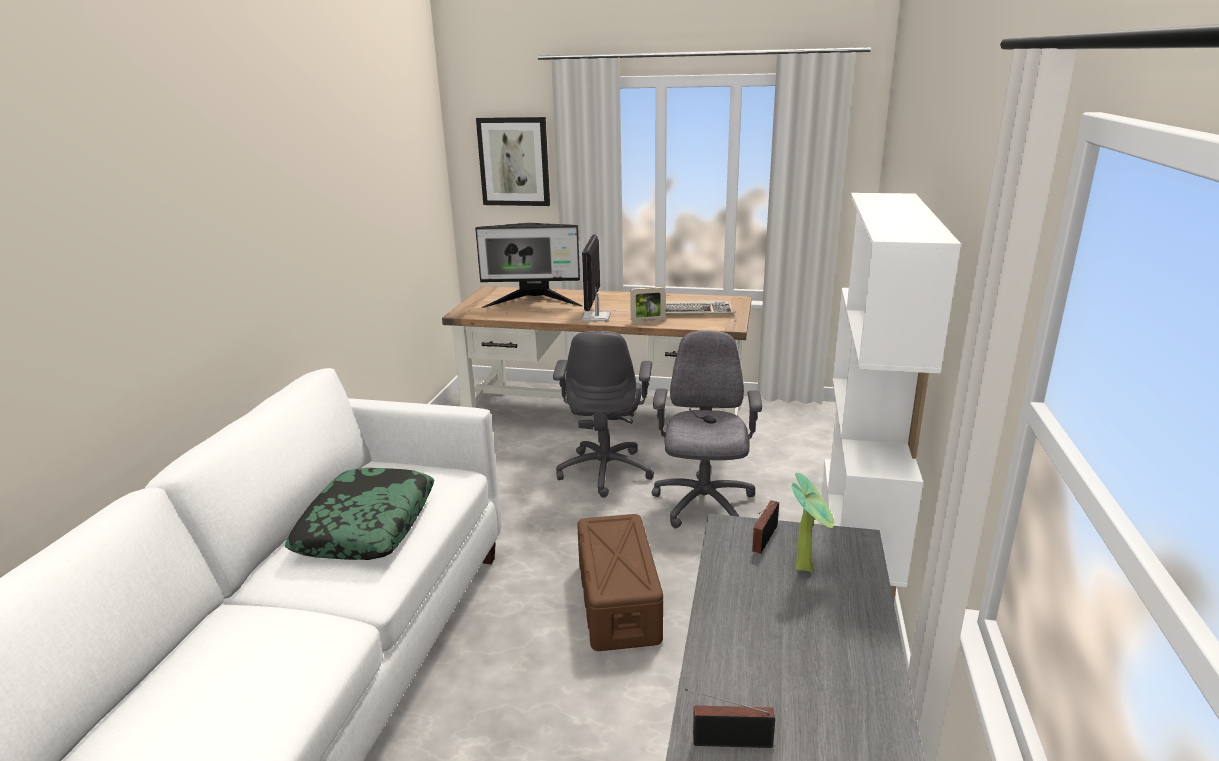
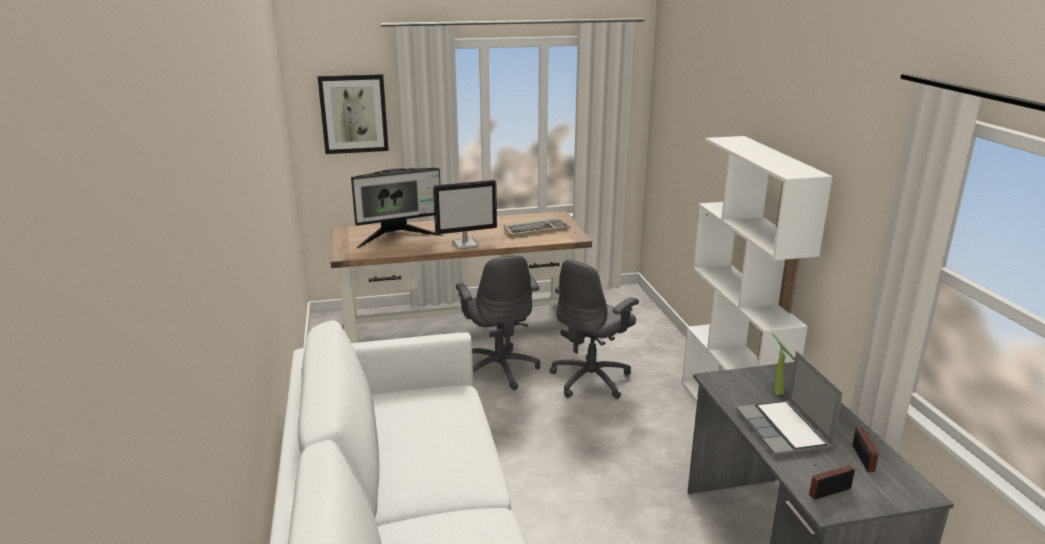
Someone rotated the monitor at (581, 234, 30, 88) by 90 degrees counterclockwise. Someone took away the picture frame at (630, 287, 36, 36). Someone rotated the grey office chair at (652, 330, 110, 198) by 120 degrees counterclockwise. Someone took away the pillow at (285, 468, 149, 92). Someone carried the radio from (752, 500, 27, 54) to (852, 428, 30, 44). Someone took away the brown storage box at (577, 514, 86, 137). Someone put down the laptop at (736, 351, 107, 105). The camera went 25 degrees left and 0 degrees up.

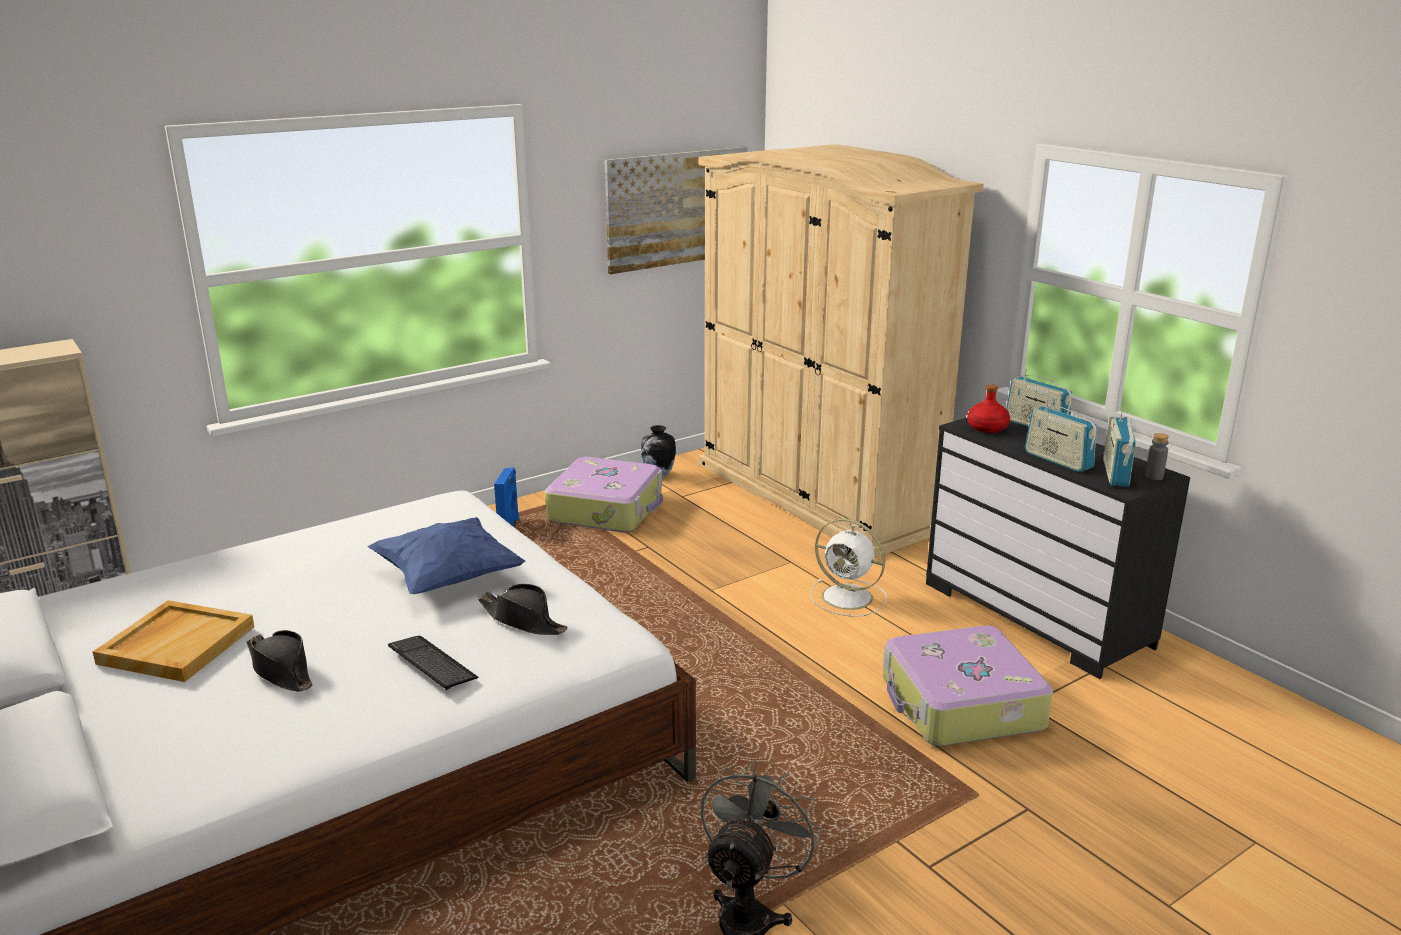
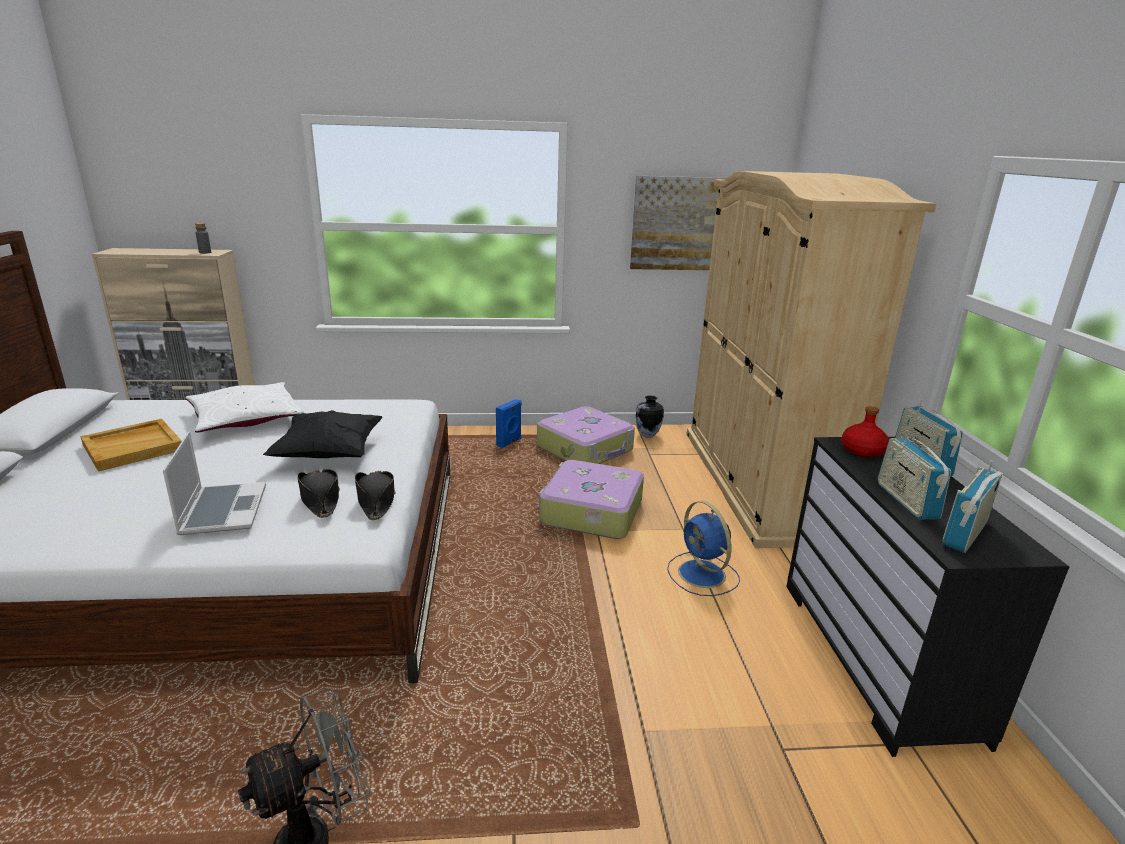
Someone carried the grey bottle from (1145, 433, 24, 47) to (195, 223, 16, 31). Someone repainted the blue pillow at (367, 517, 159, 77), which became the black pillow at (263, 410, 120, 48). Someone repainted the white fan at (810, 519, 77, 98), which became the blue fan at (667, 501, 73, 95). Someone carried the suitcase from (883, 625, 170, 121) to (538, 460, 106, 79). Someone carried the black hat from (246, 630, 67, 62) to (355, 471, 41, 49). Someone swapped the keyboard at (388, 636, 91, 54) for the laptop at (163, 432, 103, 103). Someone put down the white pillow at (186, 382, 118, 51). The camera went 30 degrees right and 0 degrees up.

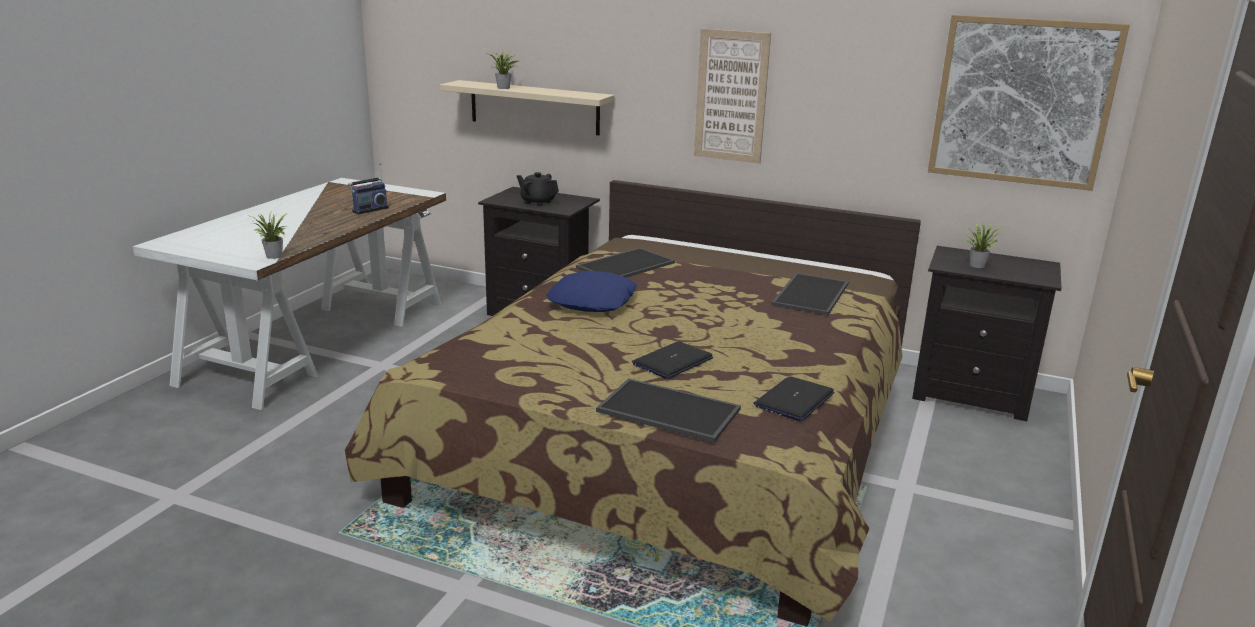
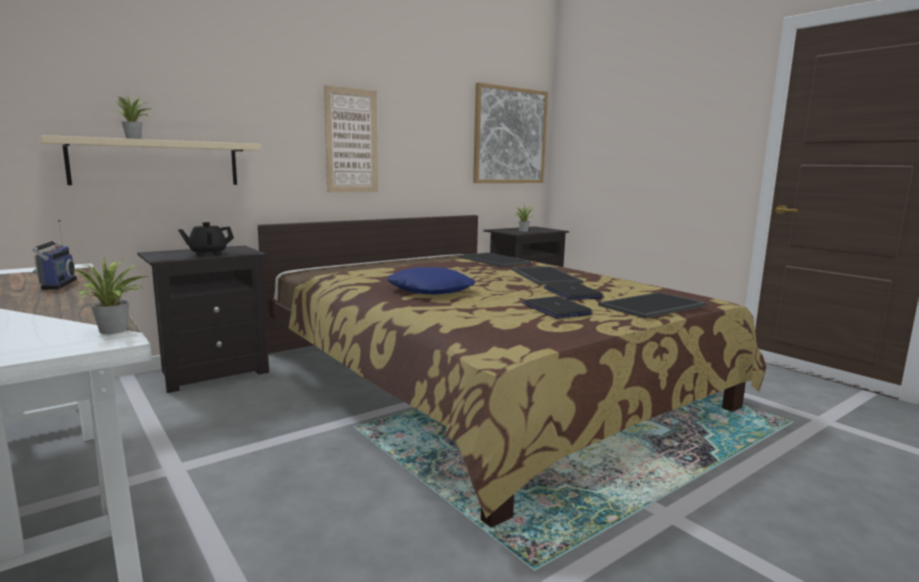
Someone carried the tray from (576, 248, 99, 30) to (511, 266, 72, 19). Someone carried the laptop from (753, 376, 81, 45) to (523, 296, 70, 23). The camera went 60 degrees left and 10 degrees down.

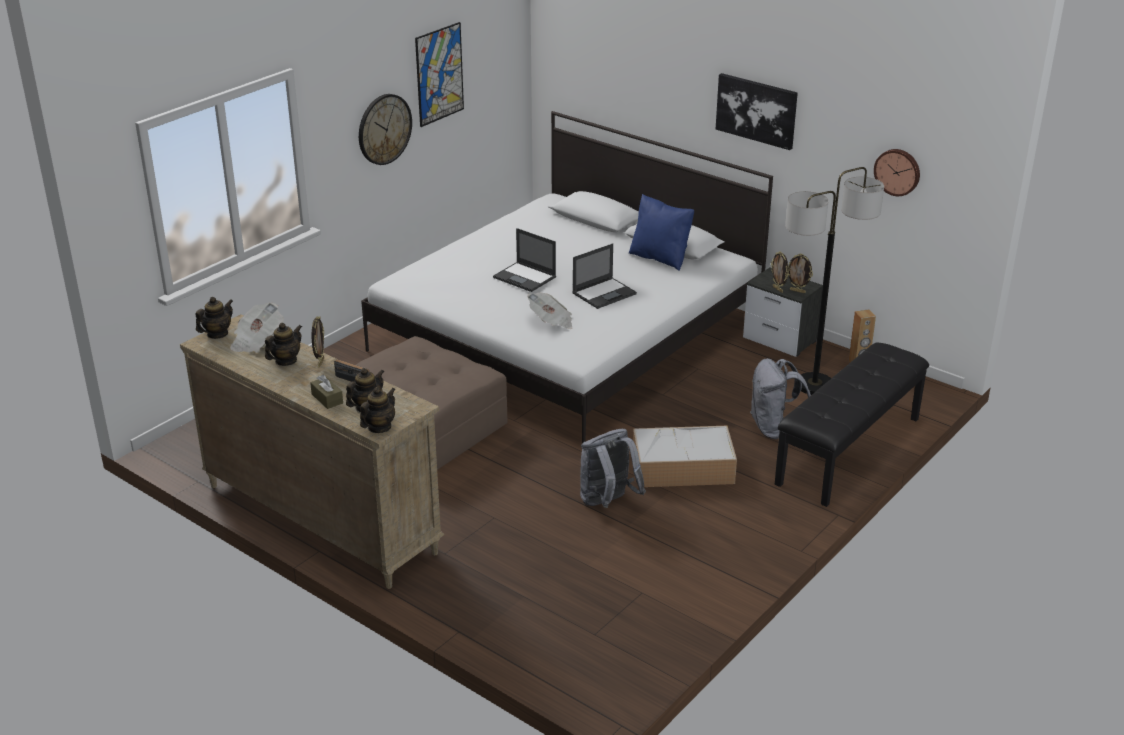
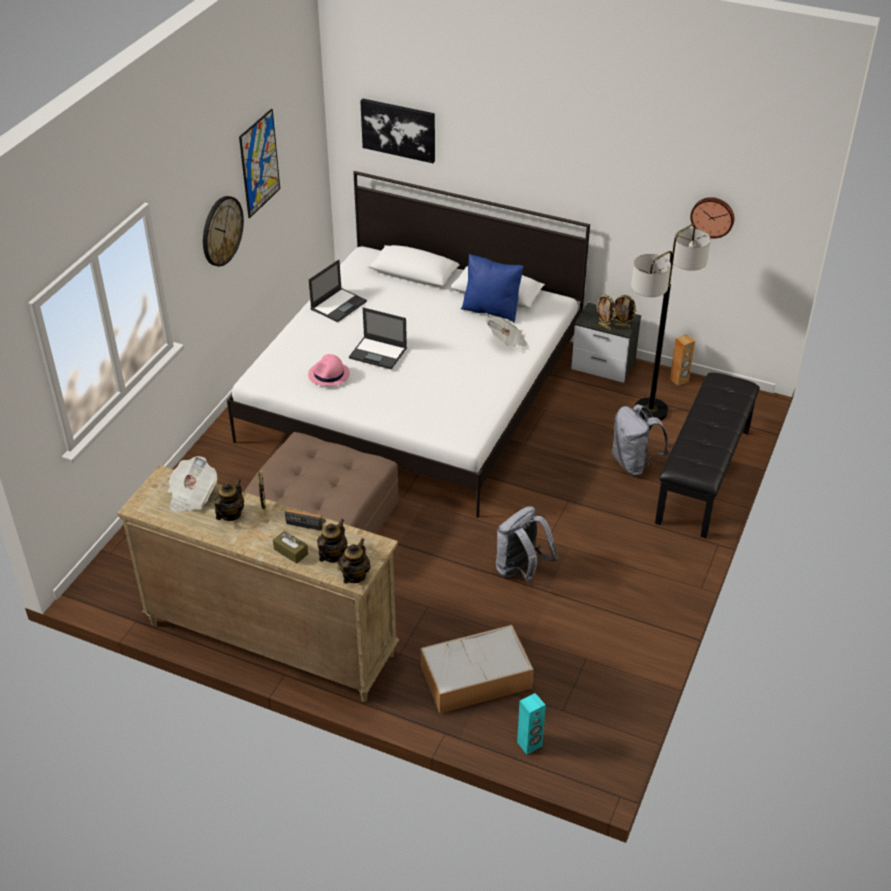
Someone carried the picture from (716, 73, 82, 77) to (360, 98, 75, 65). Someone carried the laptop from (572, 243, 65, 66) to (309, 260, 58, 62). Someone carried the newspaper from (527, 292, 45, 37) to (486, 317, 43, 30). Someone took away the teapot at (195, 297, 38, 42). Someone carried the storage box from (633, 426, 104, 61) to (421, 625, 113, 88). Someone put down the pink hat at (308, 354, 42, 32). Someone put down the turquoise speaker at (517, 693, 29, 62). The camera went 15 degrees left and 10 degrees up.

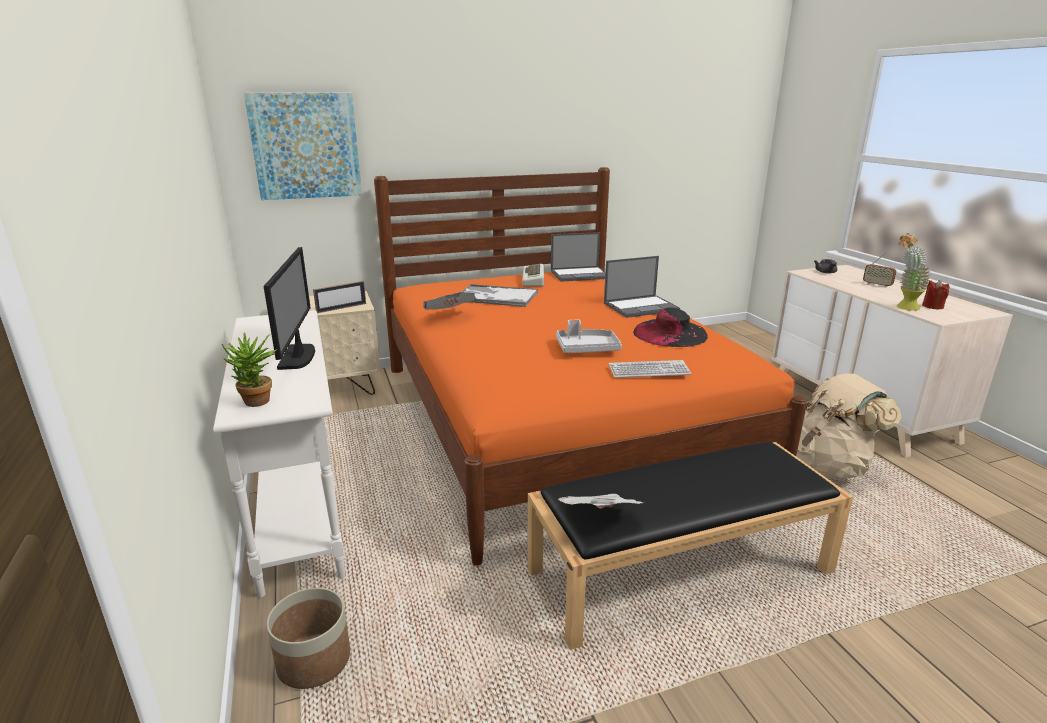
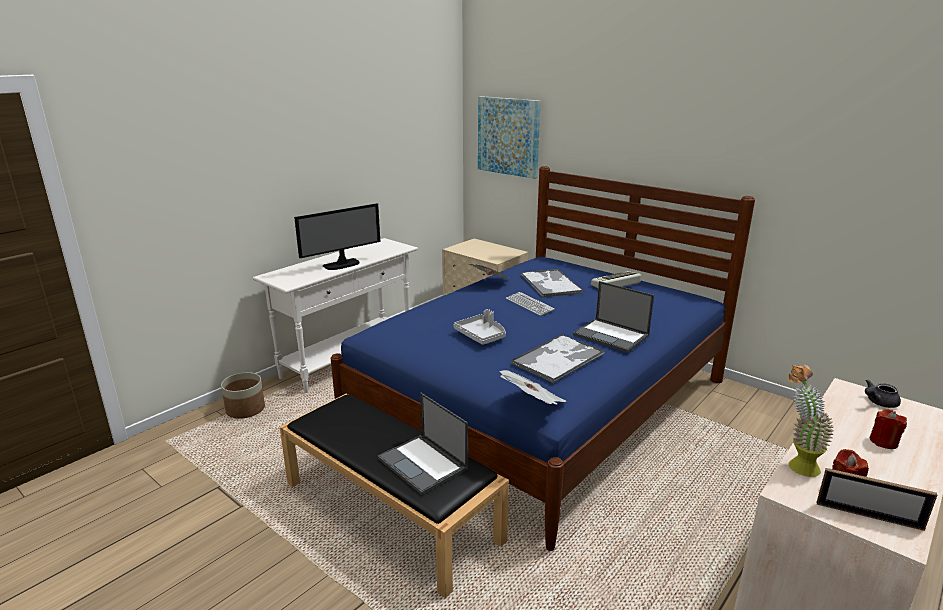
Someone repainted the orange bed at (374, 167, 433, 398), which became the blue bed at (331, 166, 424, 385). Someone carried the laptop from (551, 232, 54, 50) to (378, 393, 90, 102). Someone swapped the radio at (863, 252, 34, 36) for the red candle at (870, 409, 37, 40). Someone carried the picture frame from (313, 281, 53, 32) to (816, 468, 121, 63). Someone swapped the black hat at (633, 307, 75, 40) for the tray at (510, 334, 94, 49). Someone took away the potted plant at (222, 332, 54, 75). Someone carried the keyboard from (609, 360, 82, 18) to (506, 292, 49, 24). Someone took away the beige backpack at (796, 373, 105, 105). Someone carried the newspaper from (558, 494, 86, 15) to (500, 370, 66, 35). The camera went 60 degrees right and 0 degrees up.

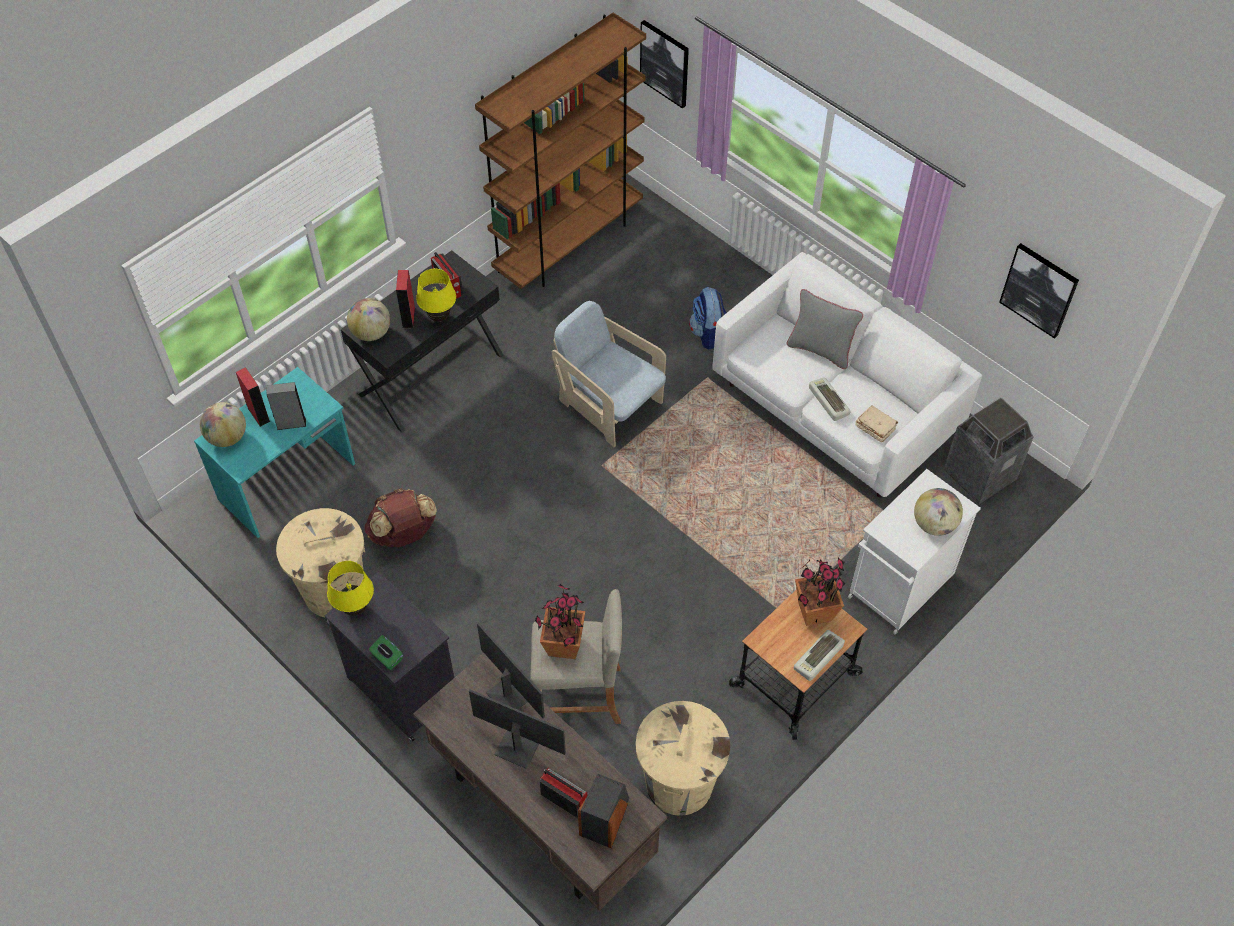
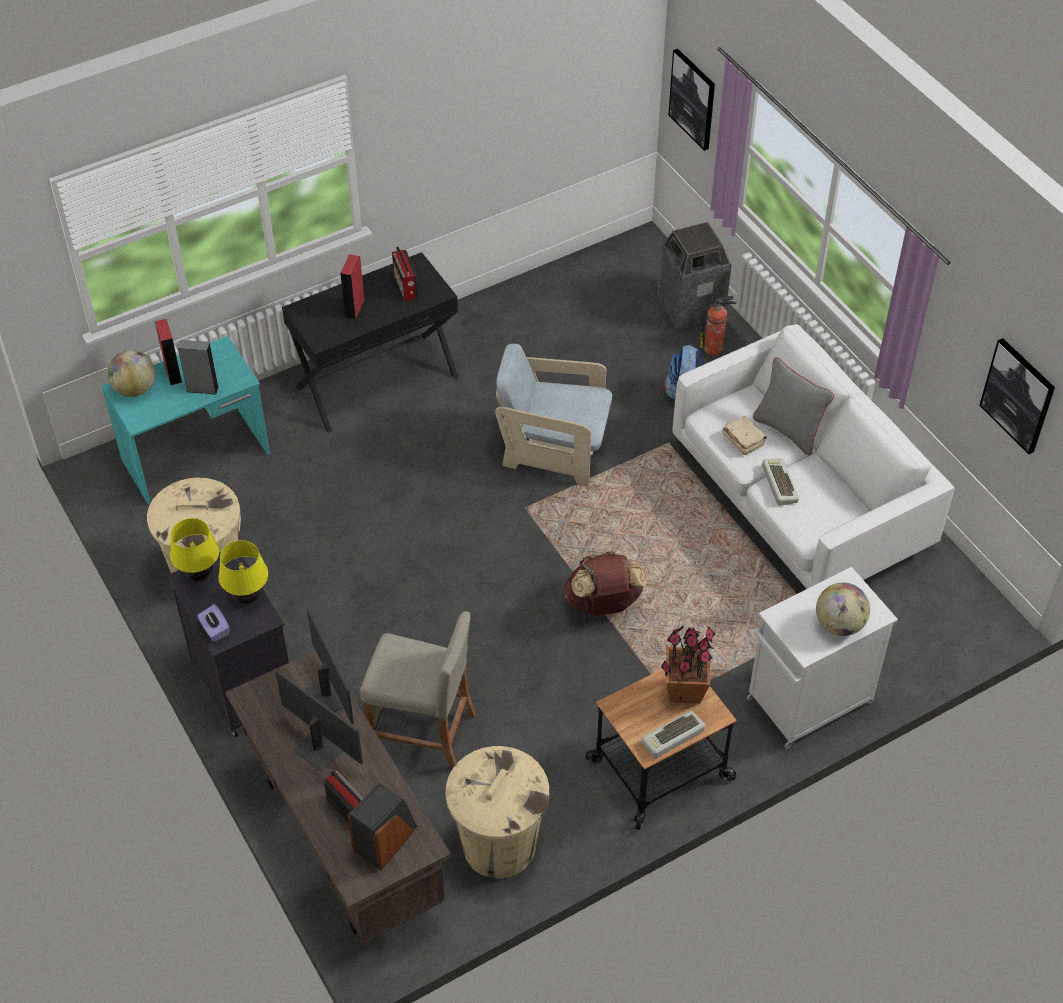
Someone took away the brown bookcase at (475, 13, 171, 276). Someone carried the yellow table lamp from (416, 269, 40, 53) to (219, 540, 49, 64). Someone took away the globe at (347, 298, 43, 43). Someone rotated the beige armchair at (552, 301, 114, 147) by 45 degrees counterclockwise. Someone carried the trash can from (944, 397, 90, 107) to (657, 221, 74, 111). Someone carried the beige book from (855, 405, 43, 37) to (722, 416, 45, 39). Someone carried the brown backpack from (365, 488, 72, 59) to (563, 551, 84, 65). Someone took away the potted plant at (535, 584, 51, 75). Someone repainted the green tissue box at (369, 635, 34, 35), which became the purple tissue box at (197, 604, 33, 38). Someone put down the fire extinguisher at (700, 296, 36, 59). The camera went 15 degrees right and 5 degrees down.

